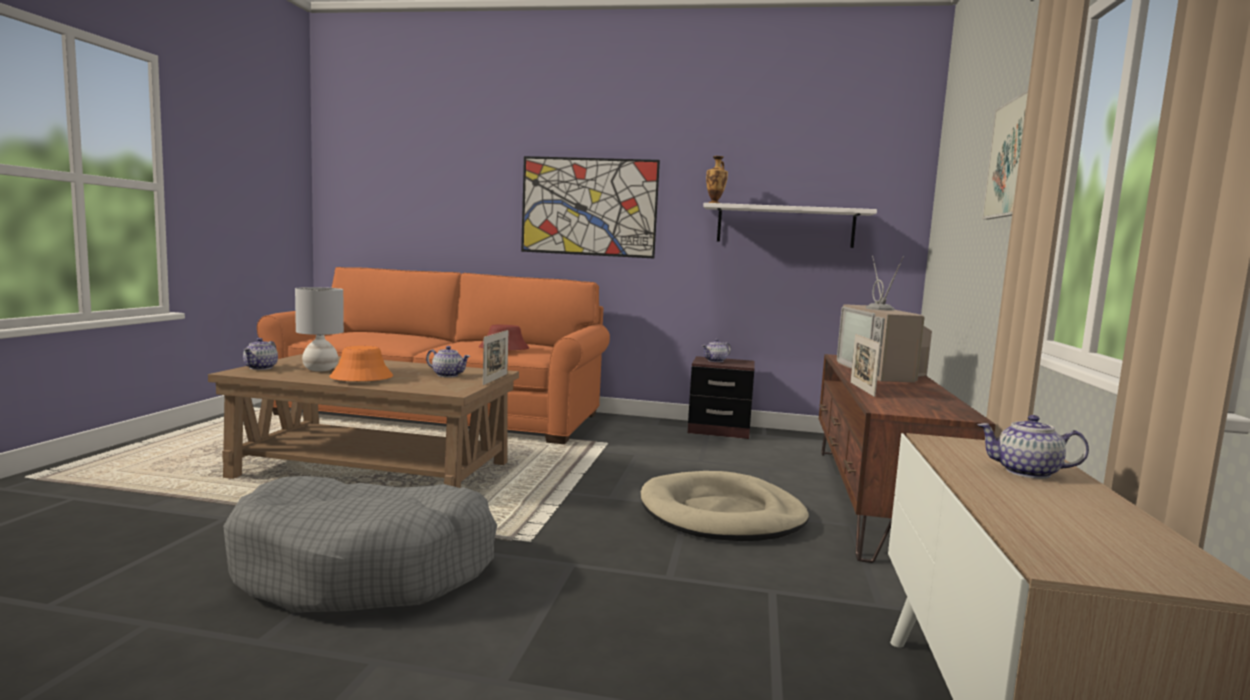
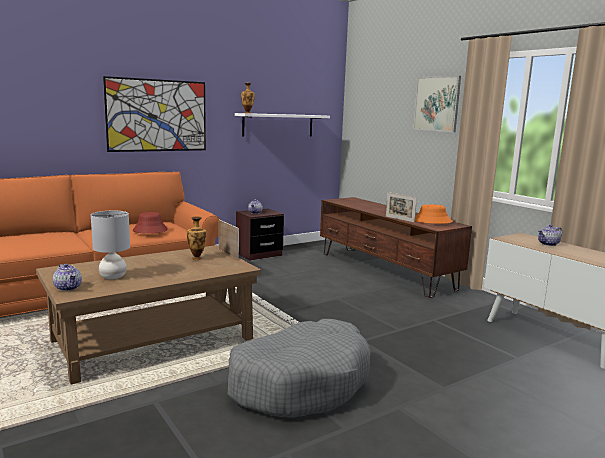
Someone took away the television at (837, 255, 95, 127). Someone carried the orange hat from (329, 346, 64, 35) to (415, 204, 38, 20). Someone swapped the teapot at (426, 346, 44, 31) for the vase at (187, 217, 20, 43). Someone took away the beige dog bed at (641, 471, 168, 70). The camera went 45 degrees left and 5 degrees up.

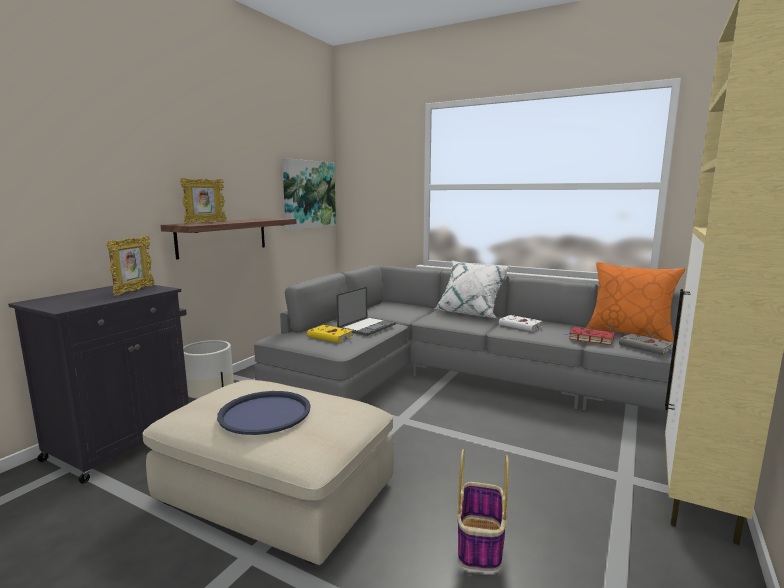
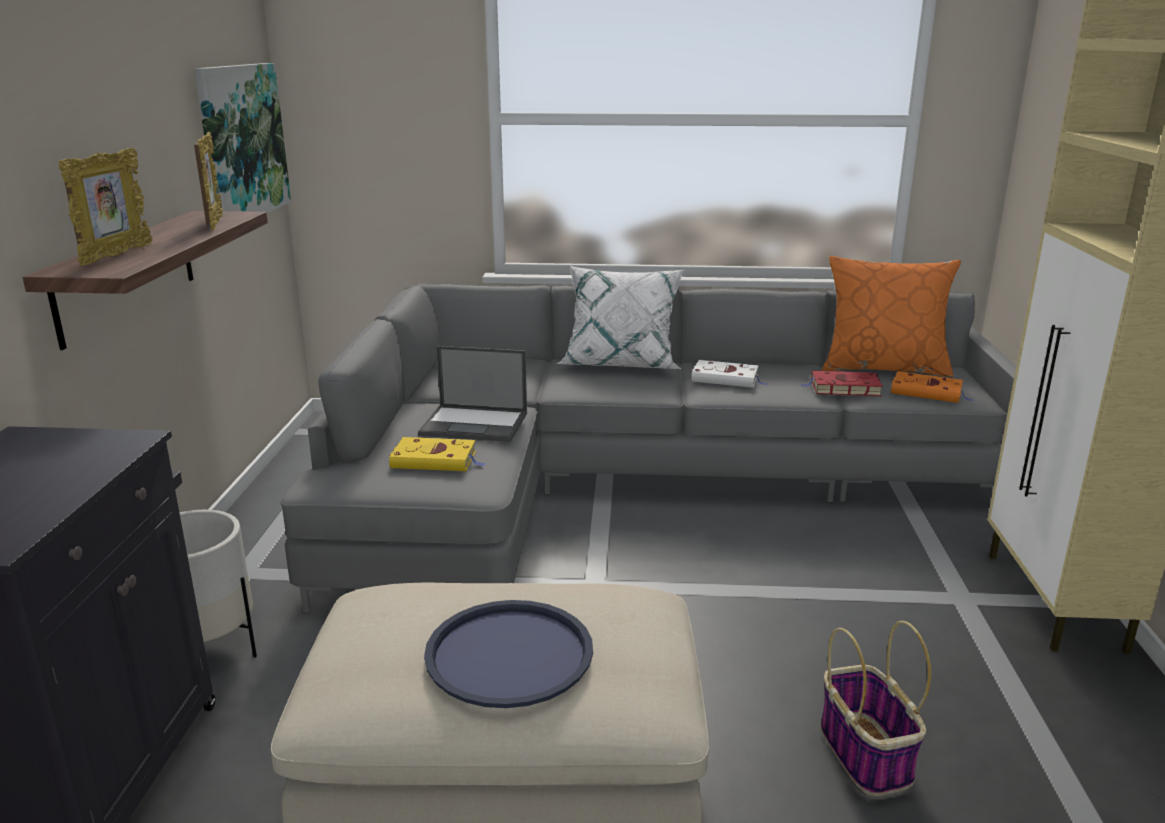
Someone carried the picture frame from (107, 236, 48, 60) to (194, 132, 29, 98). Someone rotated the laptop at (336, 286, 60, 50) by 90 degrees clockwise. Someone repainted the grey book at (619, 333, 57, 23), which became the orange book at (891, 371, 83, 32). The camera went 25 degrees left and 10 degrees up.

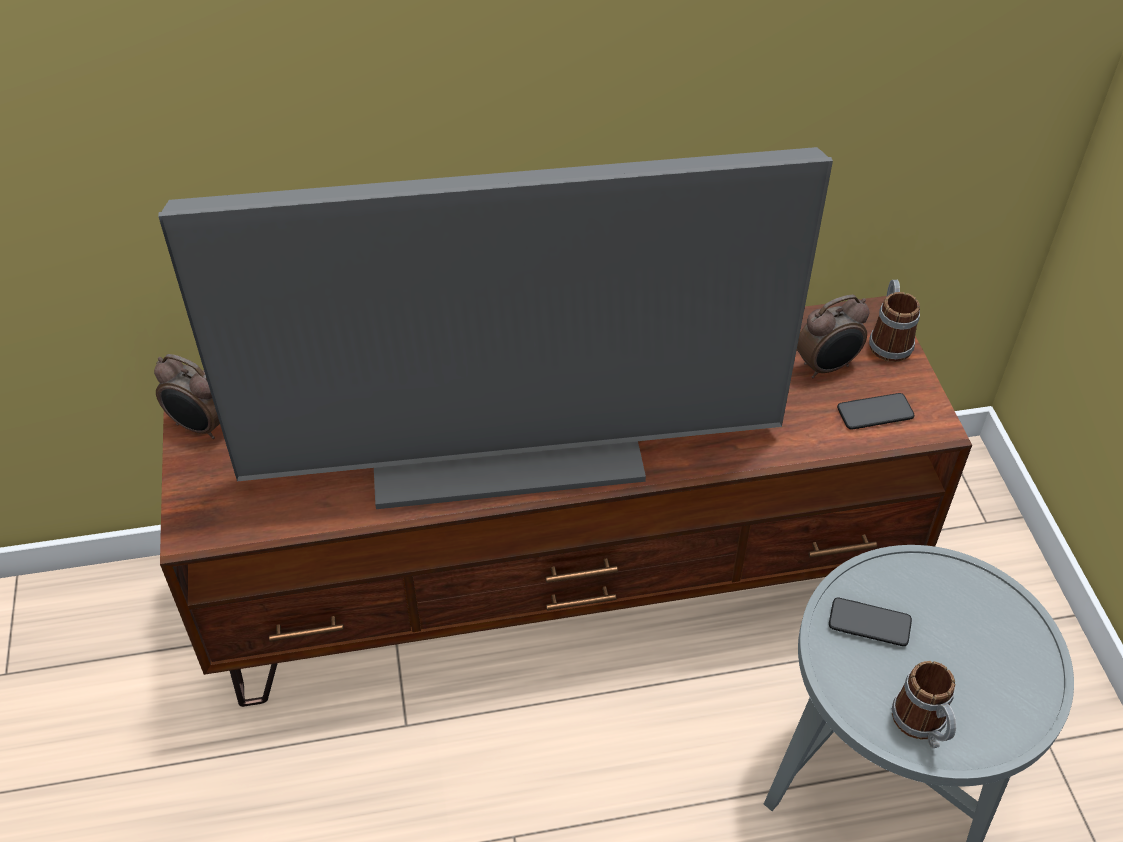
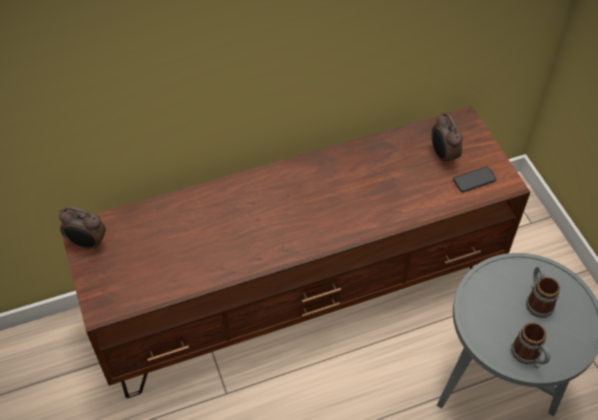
Someone took away the television at (158, 147, 675, 362). Someone carried the mug from (869, 280, 51, 82) to (526, 266, 34, 52). Someone rotated the alarm clock at (797, 294, 73, 85) by 105 degrees clockwise. Someone took away the phone at (829, 598, 83, 48). The camera went 10 degrees left and 5 degrees up.

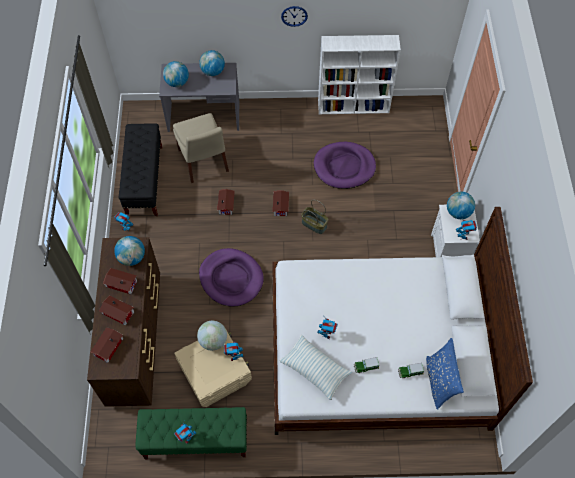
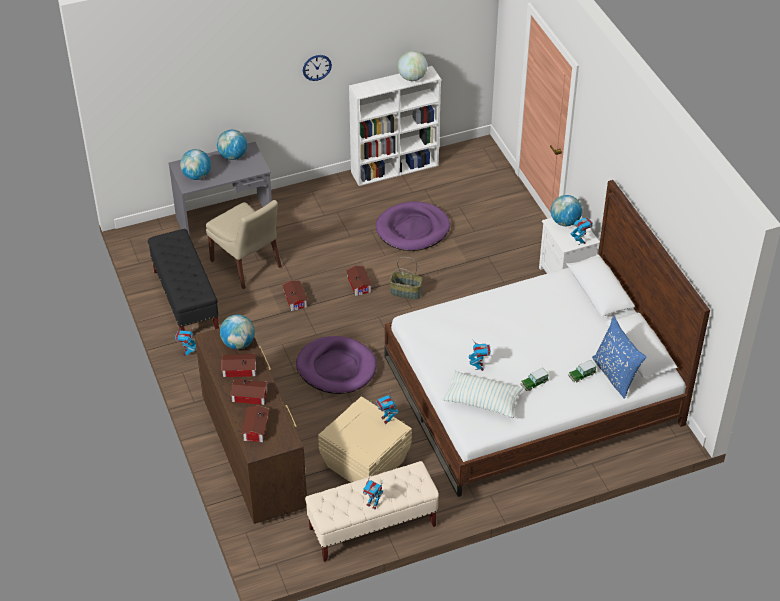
Someone carried the globe from (197, 321, 30, 30) to (398, 51, 29, 30). Someone repainted the green bench at (136, 407, 111, 53), which became the beige bench at (305, 461, 134, 101). The camera went 20 degrees left and 15 degrees down.

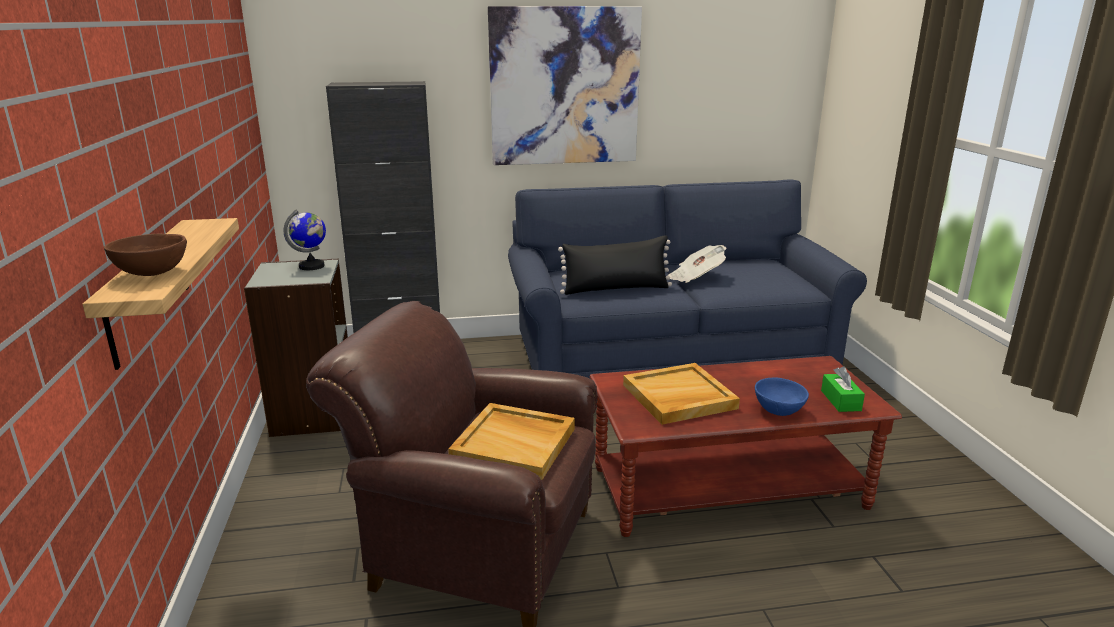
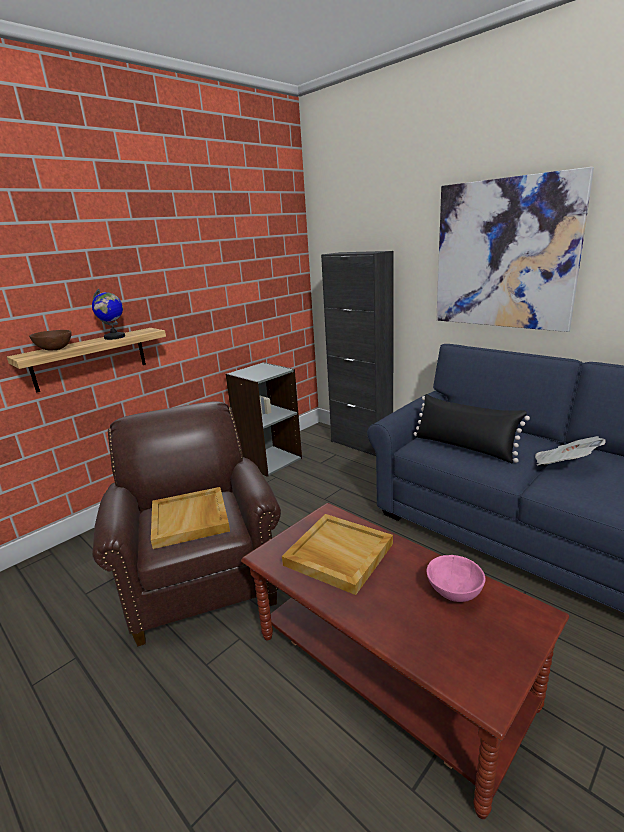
Someone carried the globe from (284, 210, 42, 60) to (92, 289, 33, 51). Someone took away the green tissue box at (821, 366, 44, 46). Someone took away the blue bowl at (755, 377, 54, 39). Someone put down the pink bowl at (427, 555, 59, 47). The camera went 55 degrees right and 0 degrees up.

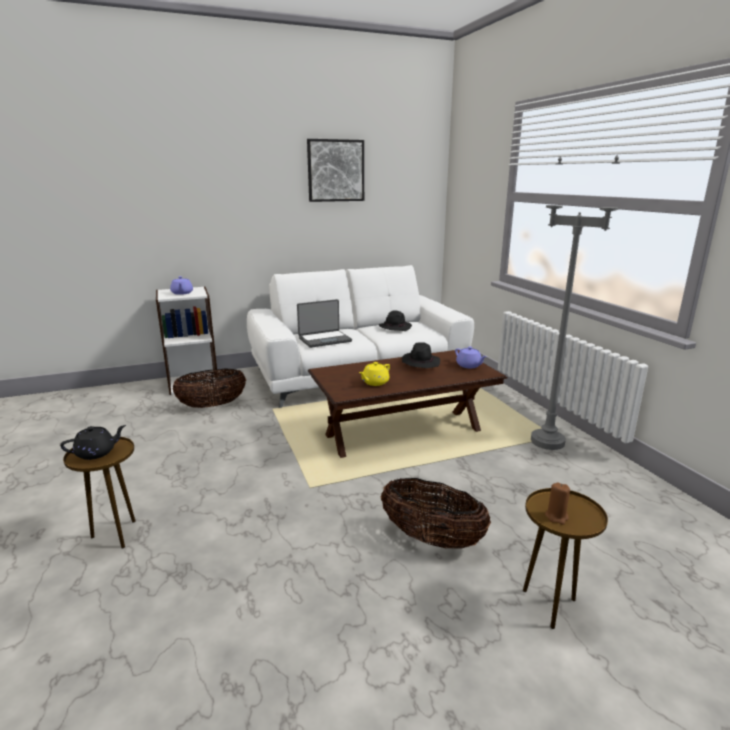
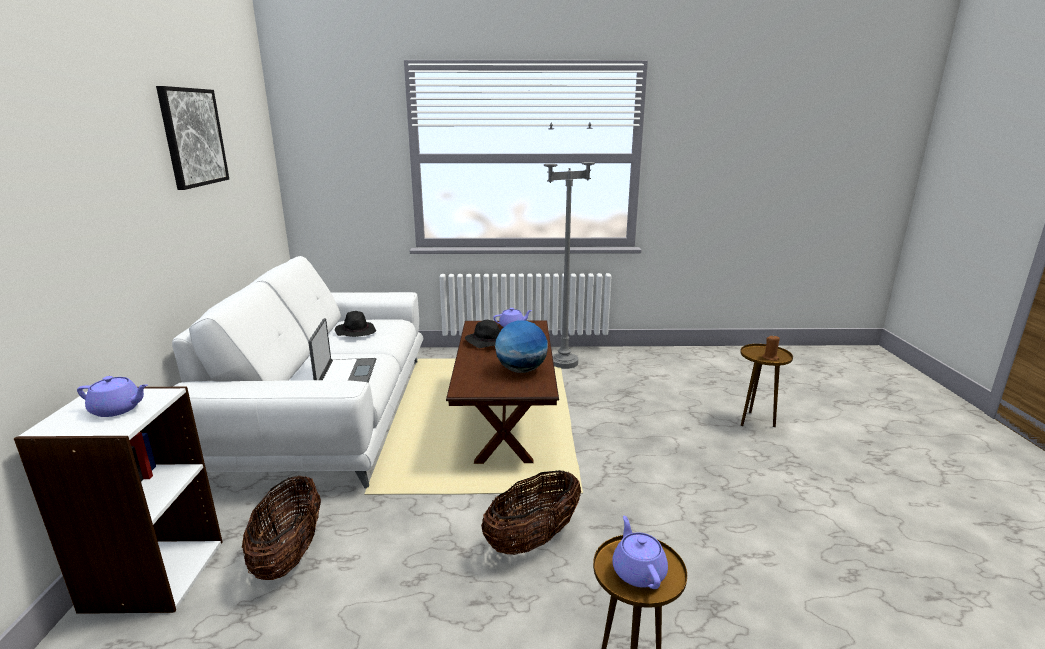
Someone swapped the yellow teapot at (359, 362, 31, 24) for the globe at (495, 320, 53, 53). Someone repainted the black teapot at (60, 425, 66, 35), which became the purple teapot at (612, 516, 56, 73). Someone carried the basket from (381, 478, 110, 71) to (481, 470, 100, 85). The camera went 70 degrees left and 0 degrees up.

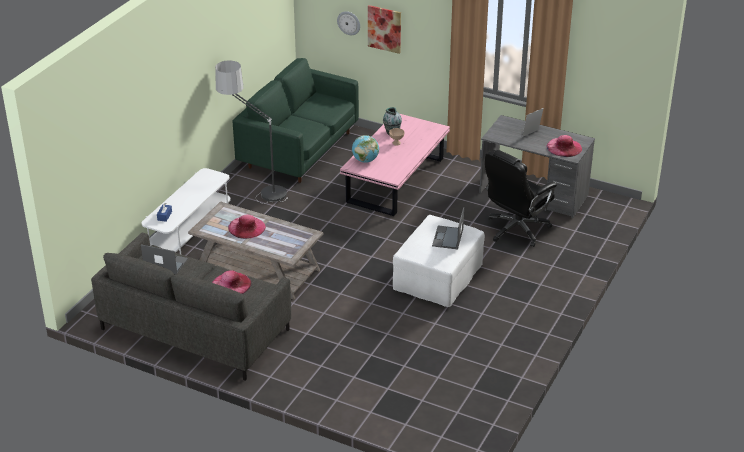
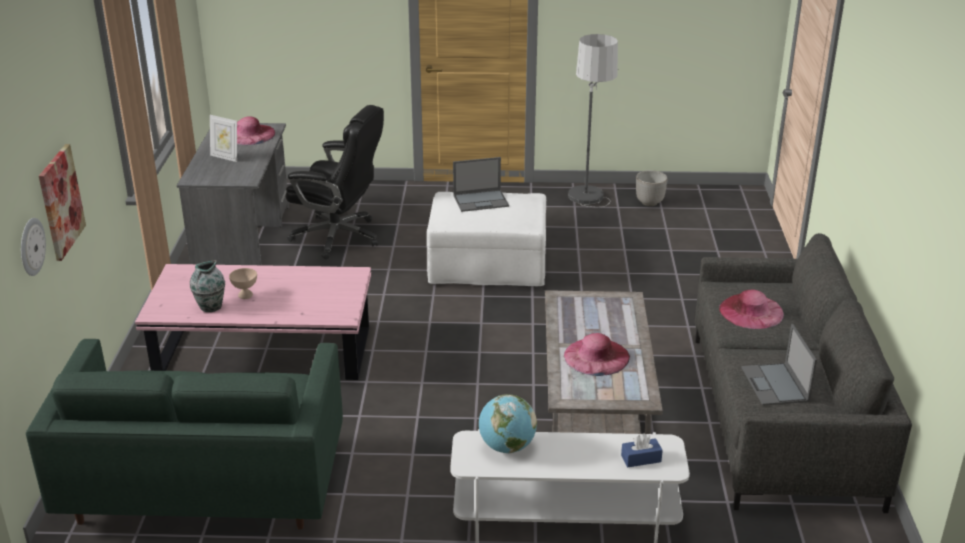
Someone carried the floor lamp from (215, 60, 73, 143) to (568, 34, 51, 173). Someone carried the globe from (352, 135, 27, 28) to (479, 394, 58, 60). Someone put down the planter at (636, 170, 32, 36). The camera went 115 degrees left and 5 degrees down.

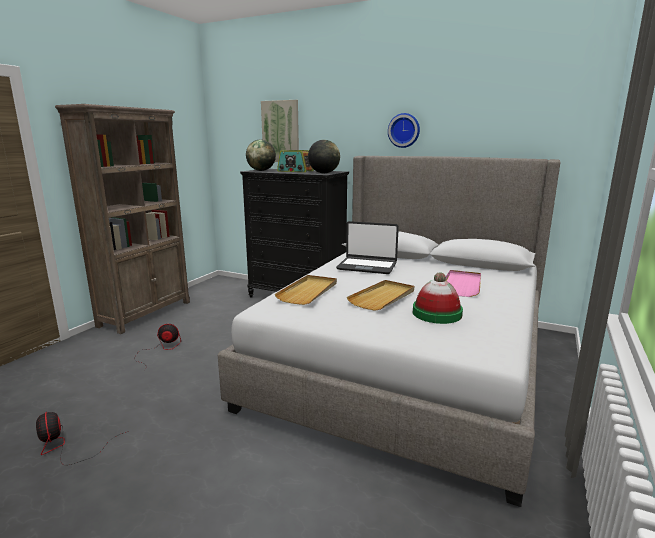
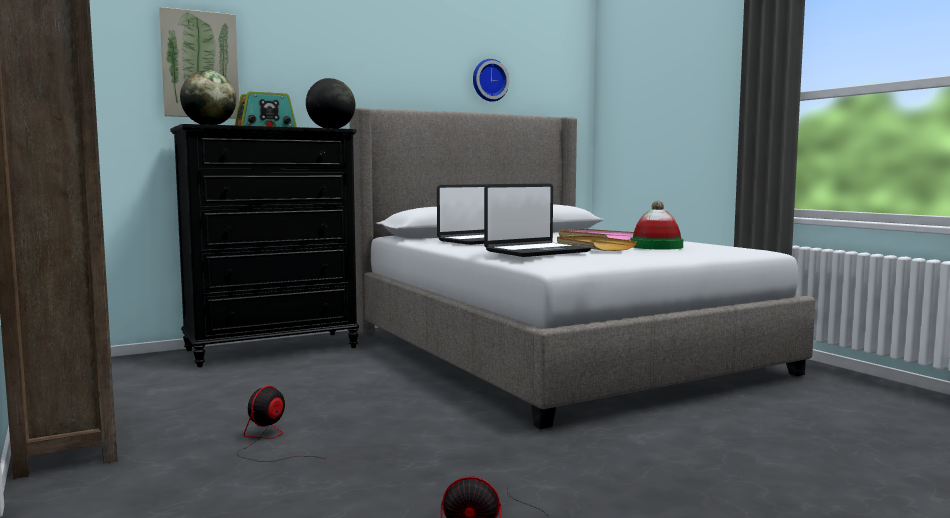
Someone carried the wall clock from (388, 113, 32, 35) to (473, 59, 36, 43). Someone swapped the beige tray at (275, 275, 62, 30) for the laptop at (484, 183, 107, 74). The camera went 55 degrees left and 10 degrees down.

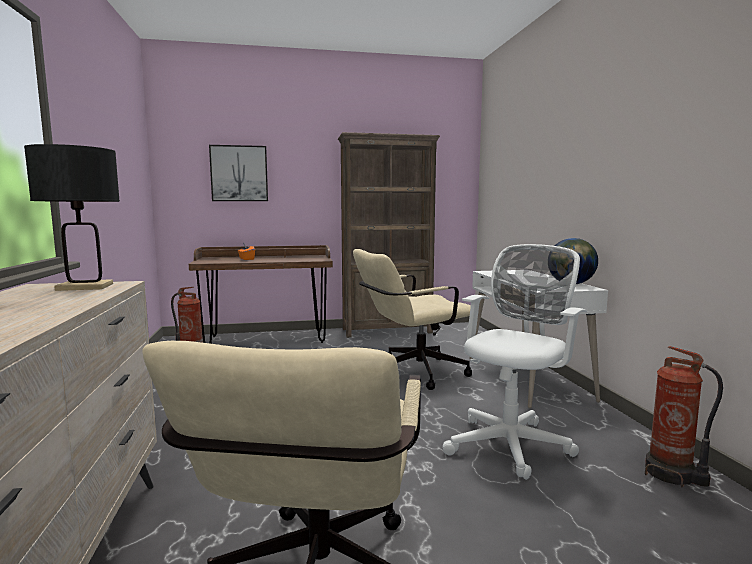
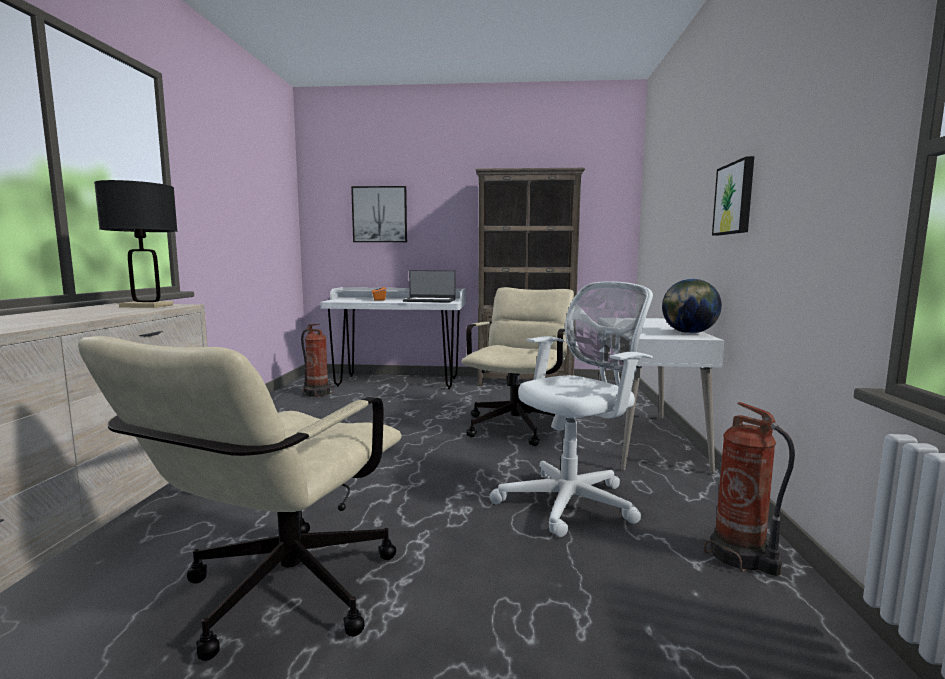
Someone repainted the brown desk at (189, 245, 144, 99), which became the white desk at (320, 287, 146, 102). Someone rotated the beige office chair at (353, 249, 119, 141) by 120 degrees clockwise. Someone put up the picture at (712, 156, 42, 79). Someone put down the laptop at (403, 270, 53, 33). The camera went 15 degrees right and 0 degrees up.

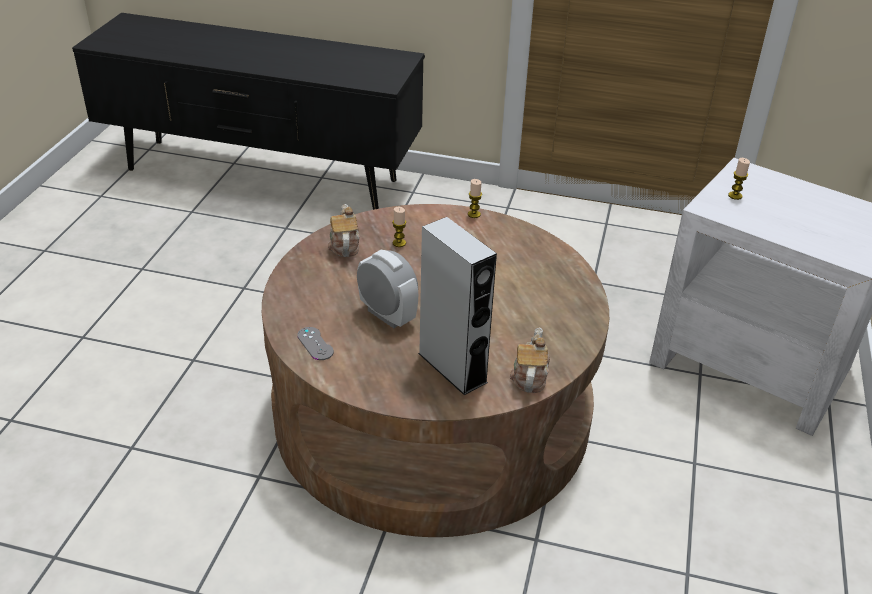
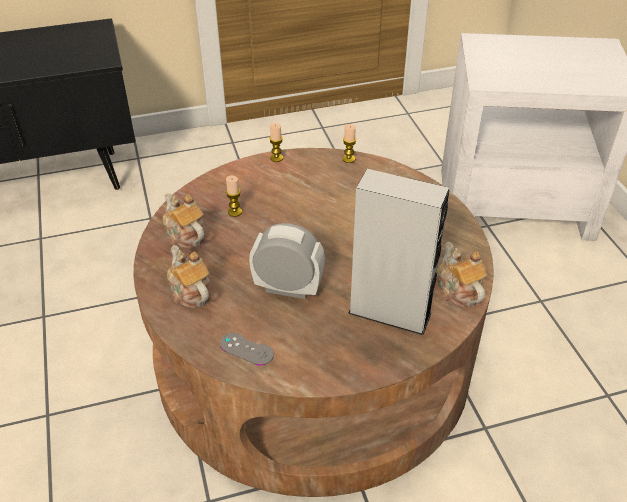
Someone carried the candle from (728, 158, 22, 42) to (342, 124, 15, 39). Someone put down the teapot at (167, 245, 44, 63). The camera went 30 degrees left and 5 degrees up.

